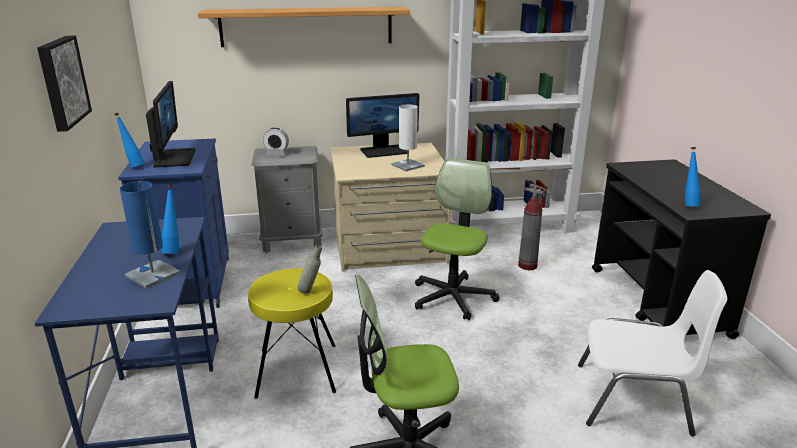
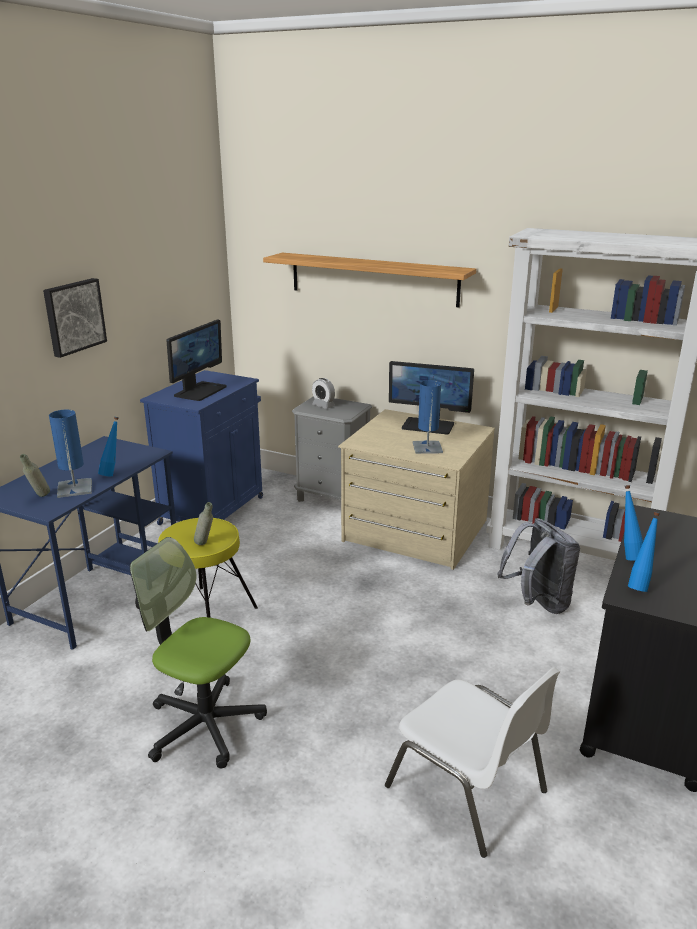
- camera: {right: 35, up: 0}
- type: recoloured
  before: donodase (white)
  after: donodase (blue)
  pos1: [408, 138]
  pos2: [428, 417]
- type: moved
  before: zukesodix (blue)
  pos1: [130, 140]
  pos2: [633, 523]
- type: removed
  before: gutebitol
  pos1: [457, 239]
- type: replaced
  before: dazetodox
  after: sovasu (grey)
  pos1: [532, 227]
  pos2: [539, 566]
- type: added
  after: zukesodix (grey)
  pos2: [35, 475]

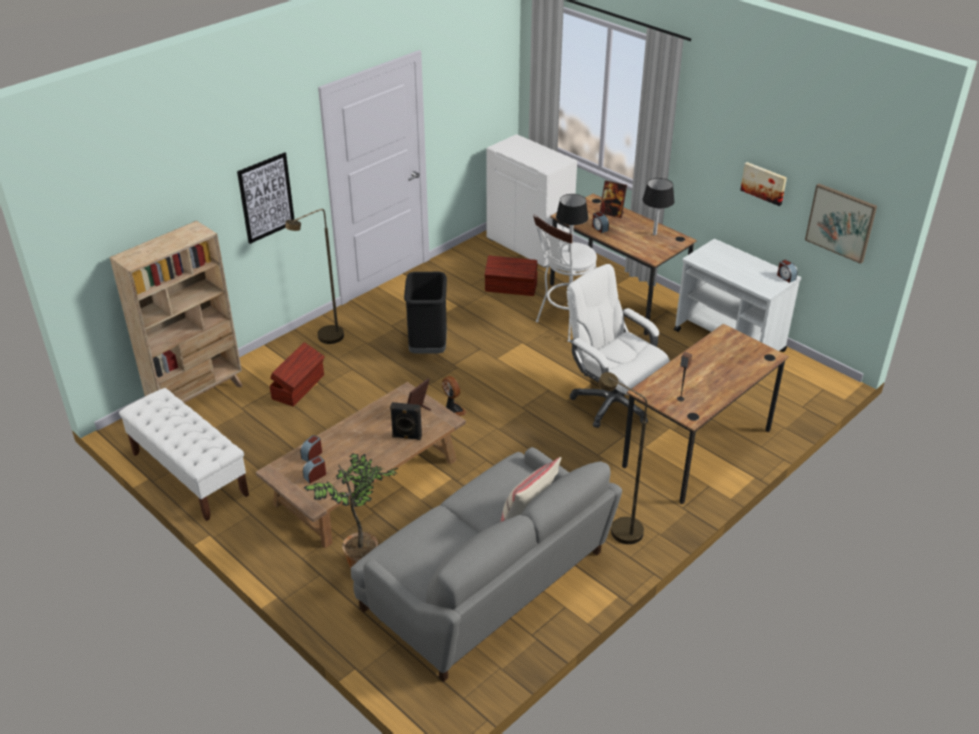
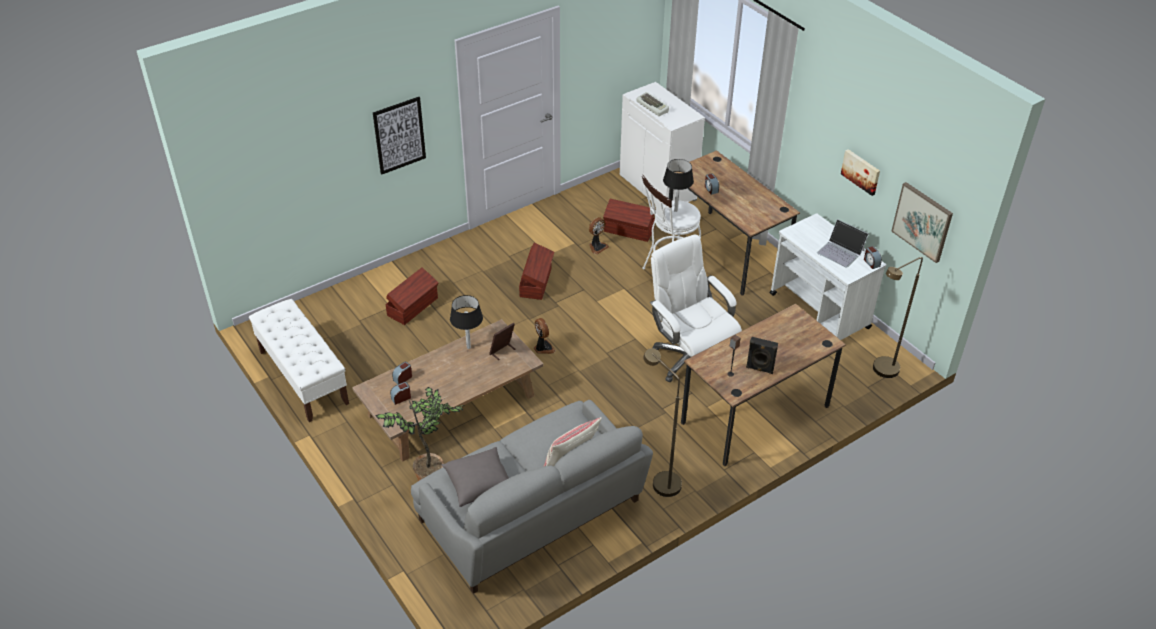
- camera: {right: 10, up: 5}
- type: moved
  before: donodase (black)
  pos1: [658, 206]
  pos2: [466, 322]
- type: removed
  before: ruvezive
  pos1: [613, 199]
- type: moved
  before: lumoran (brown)
  pos1: [314, 276]
  pos2: [898, 317]
- type: removed
  before: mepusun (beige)
  pos1: [176, 312]
- type: replaced
  before: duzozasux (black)
  after: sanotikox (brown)
  pos1: [425, 312]
  pos2: [536, 271]
- type: moved
  before: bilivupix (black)
  pos1: [406, 421]
  pos2: [762, 355]
- type: added
  after: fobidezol
  pos2: [652, 104]
- type: added
  after: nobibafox
  pos2: [599, 235]
- type: added
  after: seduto
  pos2: [843, 243]
- type: added
  after: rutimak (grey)
  pos2: [475, 477]

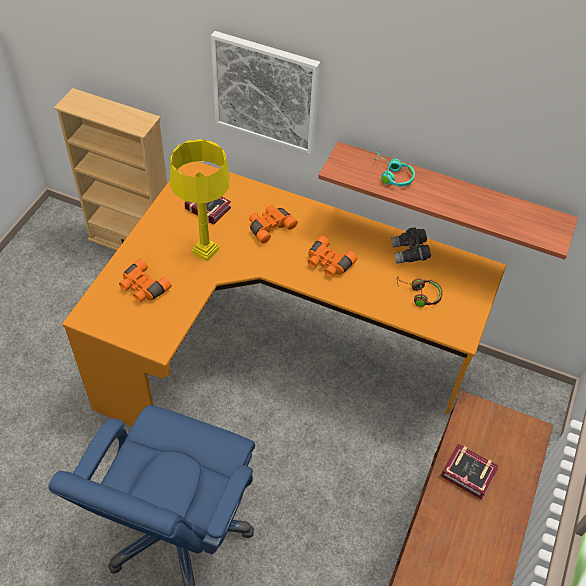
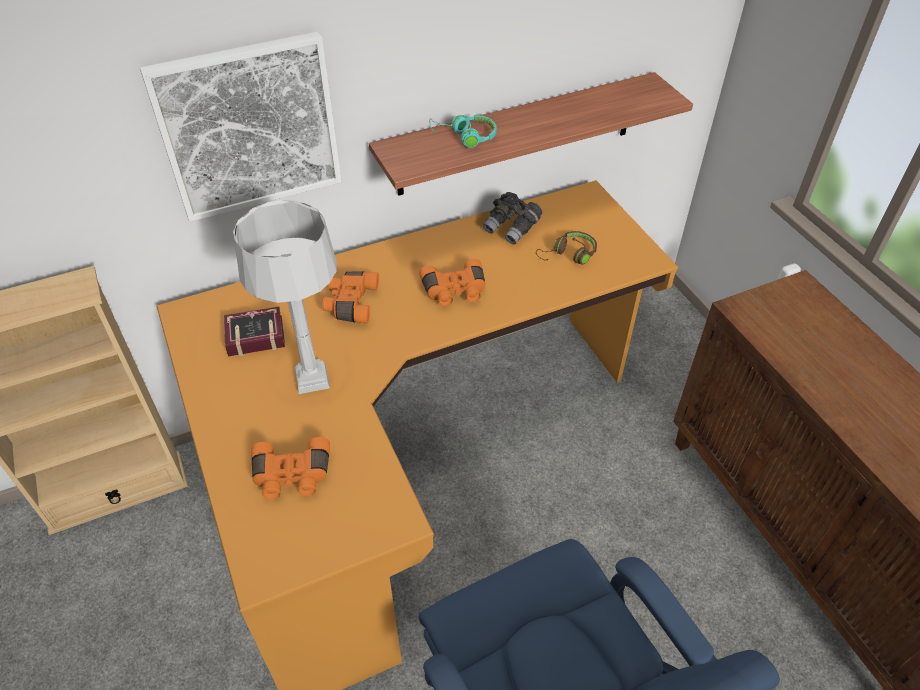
- camera: {right: -45, up: -5}
- type: recoloured
  before: donodase (yellow)
  after: donodase (grey)
  pos1: [200, 200]
  pos2: [285, 297]
- type: removed
  before: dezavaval
  pos1: [469, 471]

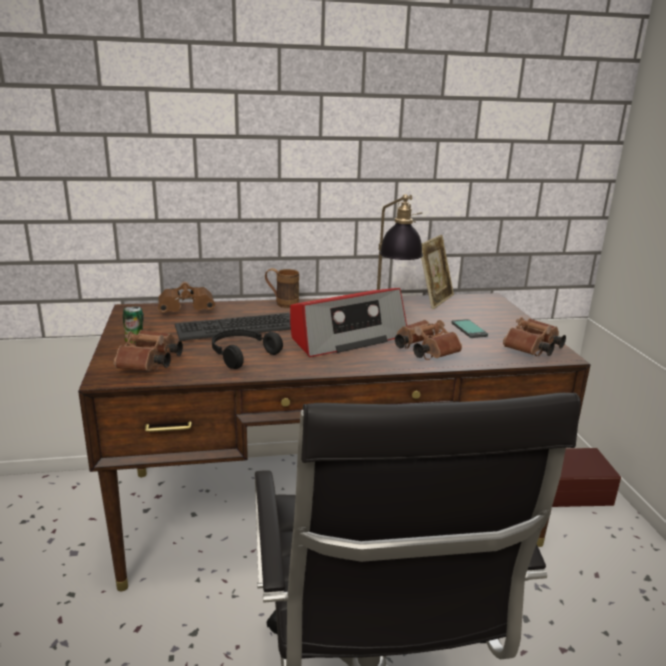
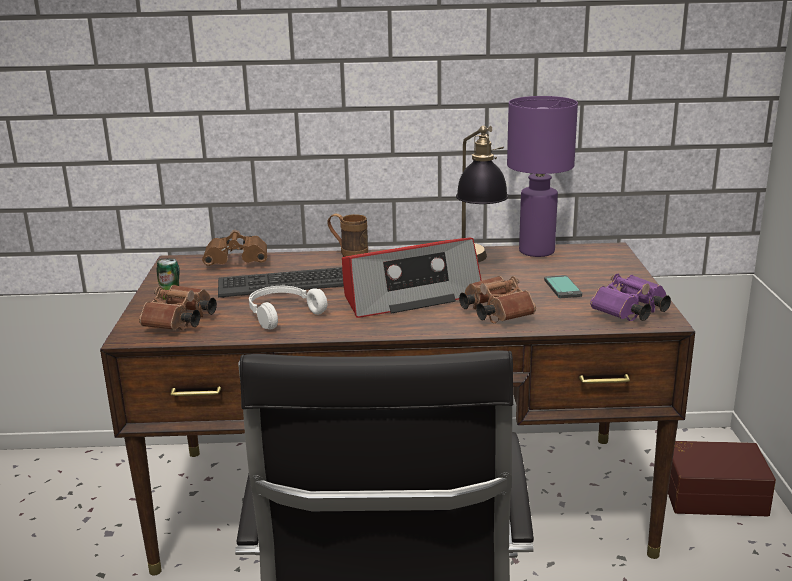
- camera: {right: 10, up: 0}
- type: replaced
  before: ruvezive
  after: donodase (purple)
  pos1: [437, 272]
  pos2: [542, 176]
- type: recoloured
  before: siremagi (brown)
  after: siremagi (purple)
  pos1: [534, 336]
  pos2: [630, 297]
- type: recoloured
  before: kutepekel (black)
  after: kutepekel (white)
  pos1: [247, 349]
  pos2: [288, 307]

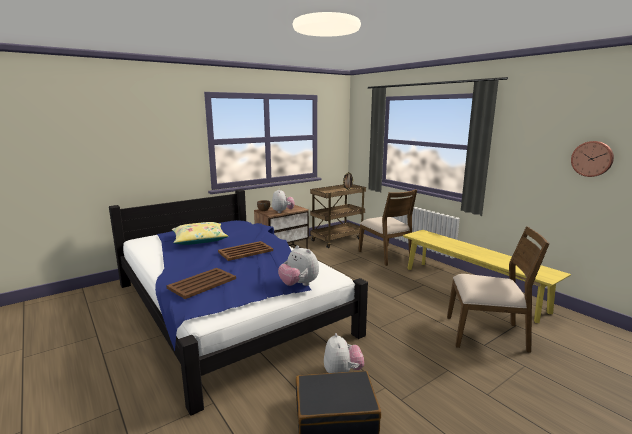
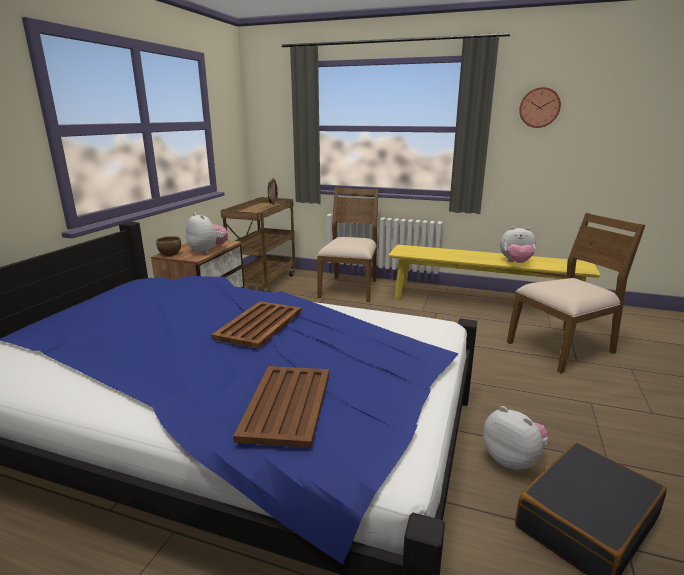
- camera: {right: -35, up: 5}
- type: moved
  before: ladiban
  pos1: [592, 159]
  pos2: [540, 107]
- type: turned
  before: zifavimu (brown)
  pos1: [387, 227]
  pos2: [347, 244]
  turn: -105
- type: removed
  before: rutimak (yellow)
  pos1: [200, 233]
- type: moved
  before: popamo
  pos1: [298, 265]
  pos2: [518, 245]

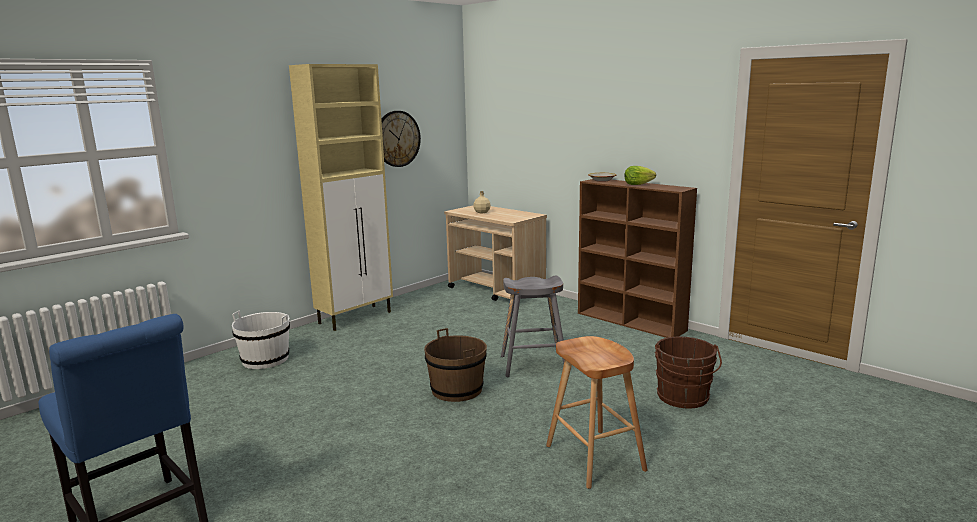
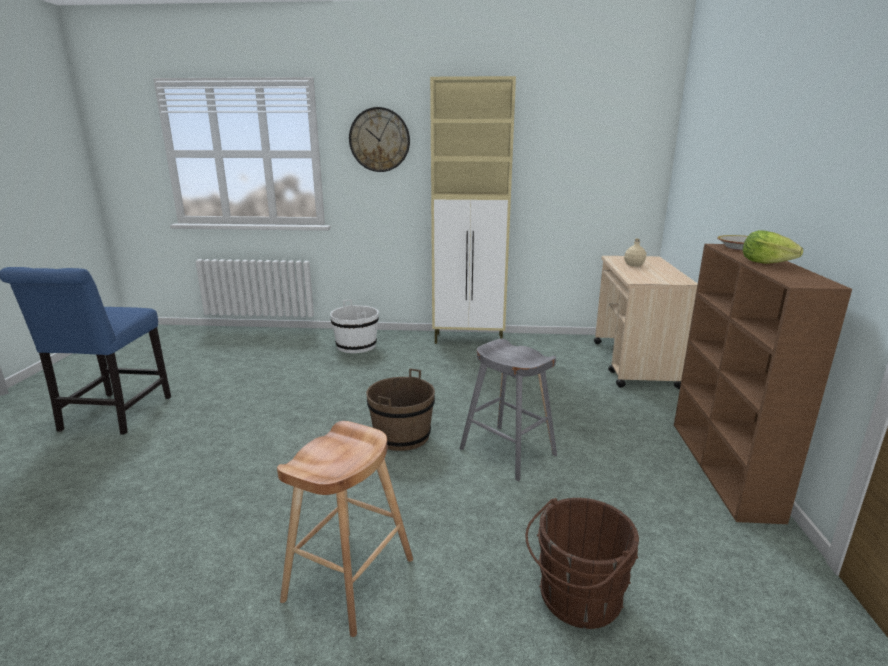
- camera: {right: 50, up: 5}
- type: moved
  before: ladiban
  pos1: [401, 139]
  pos2: [379, 139]

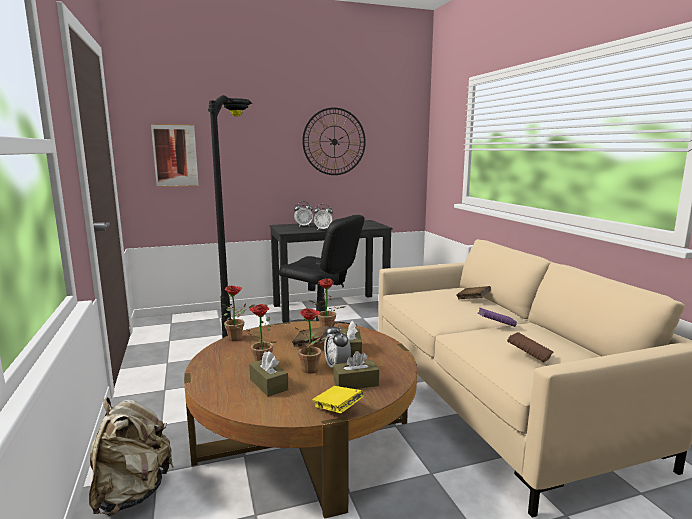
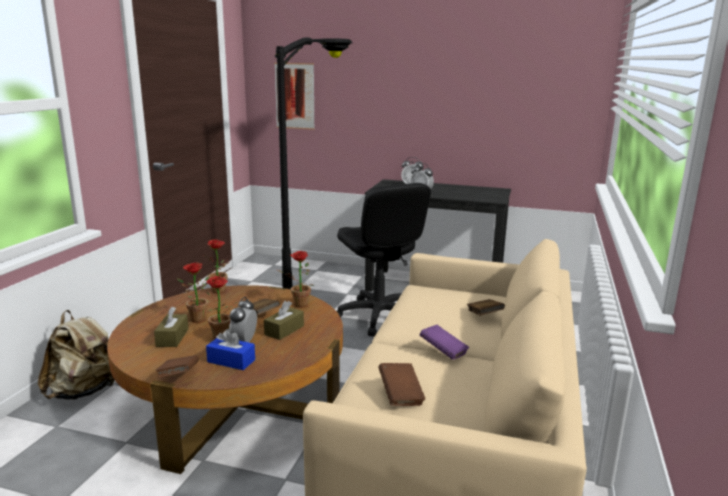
- camera: {right: 35, up: 5}
- type: removed
  before: ladiban
  pos1: [334, 141]
- type: recoloured
  before: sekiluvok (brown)
  after: sekiluvok (blue)
  pos1: [356, 370]
  pos2: [230, 349]
- type: recoloured
  before: dezavaval (yellow)
  after: dezavaval (brown)
  pos1: [338, 399]
  pos2: [177, 366]

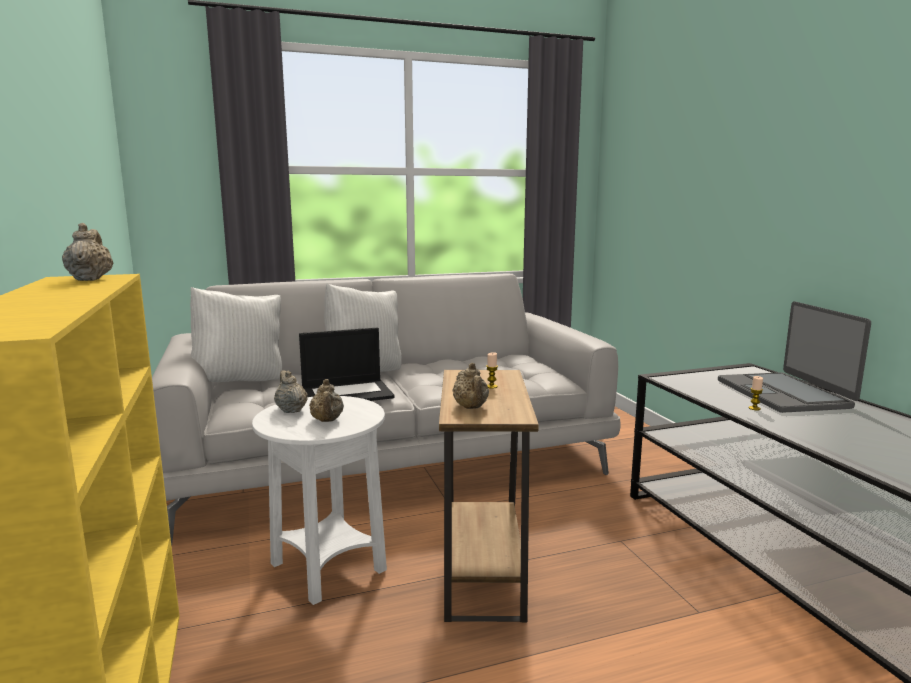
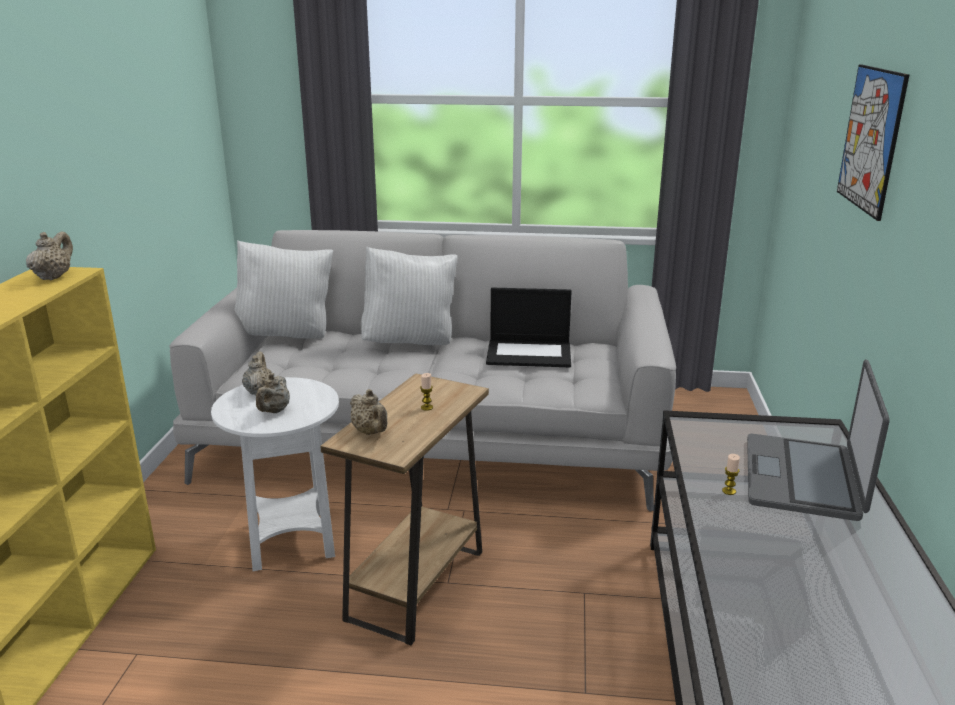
- camera: {right: 25, up: 10}
- type: moved
  before: seduto
  pos1: [347, 364]
  pos2: [529, 327]
- type: turned
  before: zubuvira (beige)
  pos1: [470, 386]
  pos2: [368, 412]
  turn: -45
- type: added
  after: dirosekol
  pos2: [873, 143]

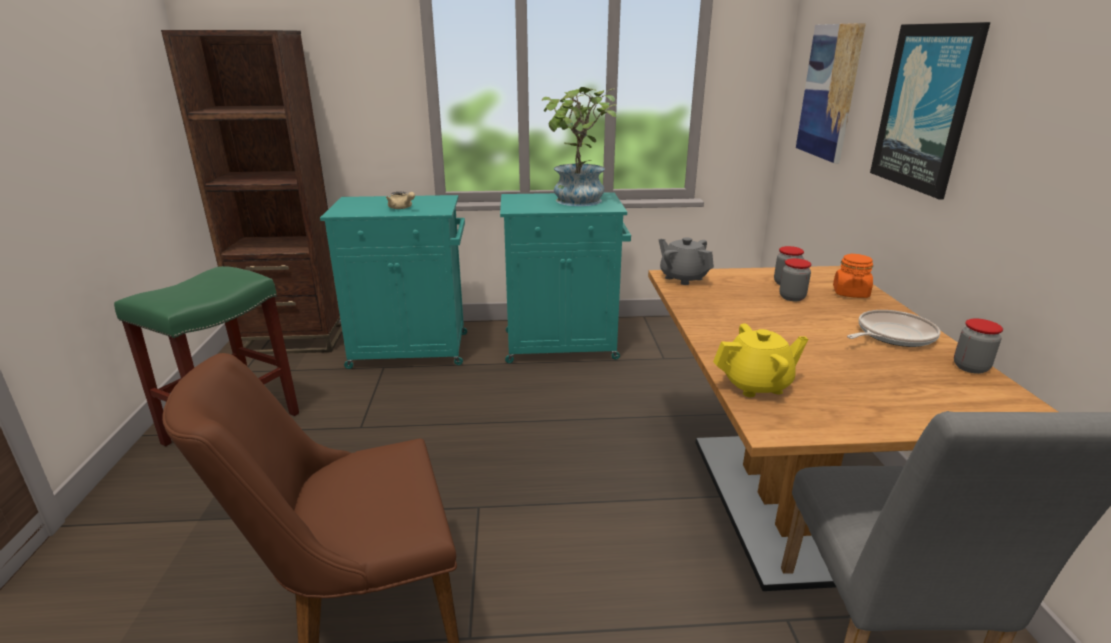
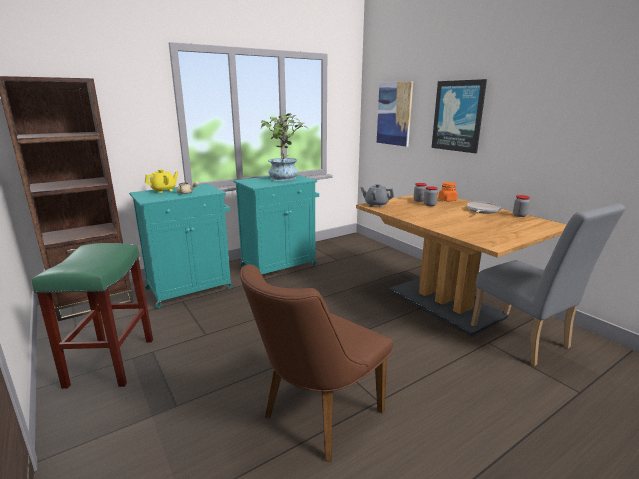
- camera: {right: -30, up: -5}
- type: moved
  before: zubuvira (yellow)
  pos1: [760, 360]
  pos2: [162, 181]

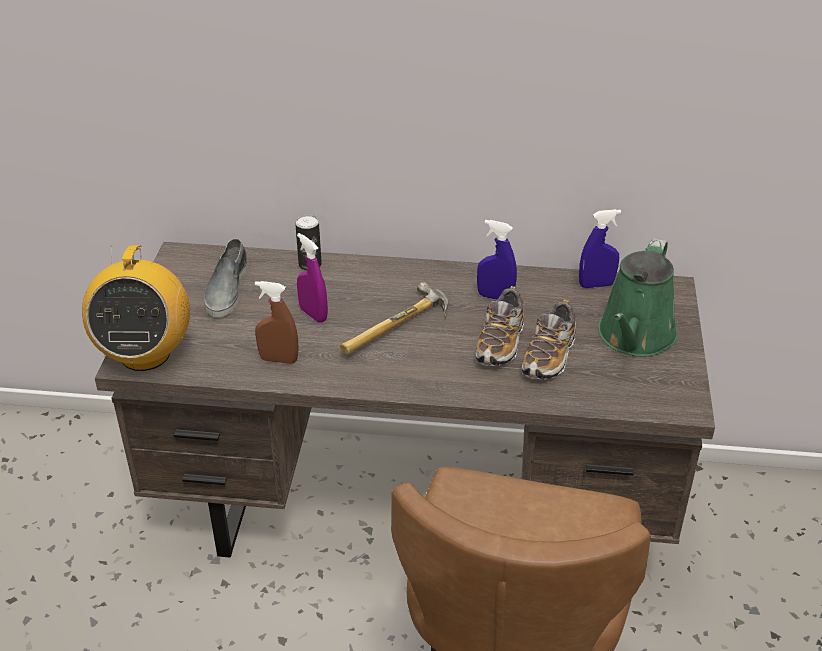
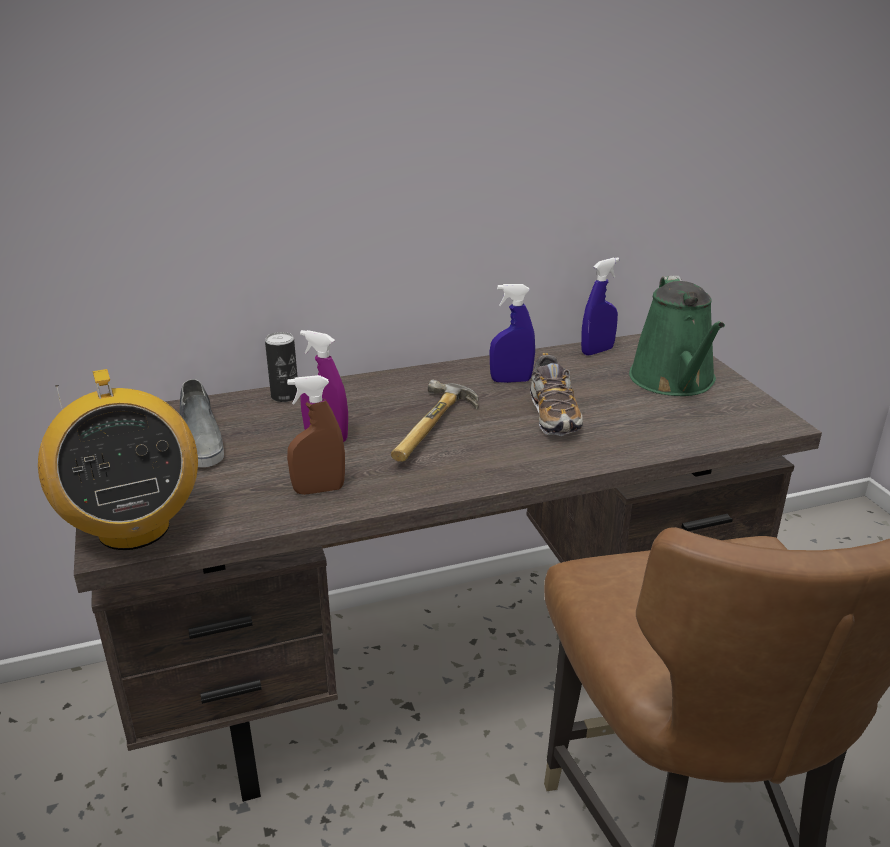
- camera: {right: -25, up: -10}
- type: removed
  before: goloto
  pos1: [549, 339]

